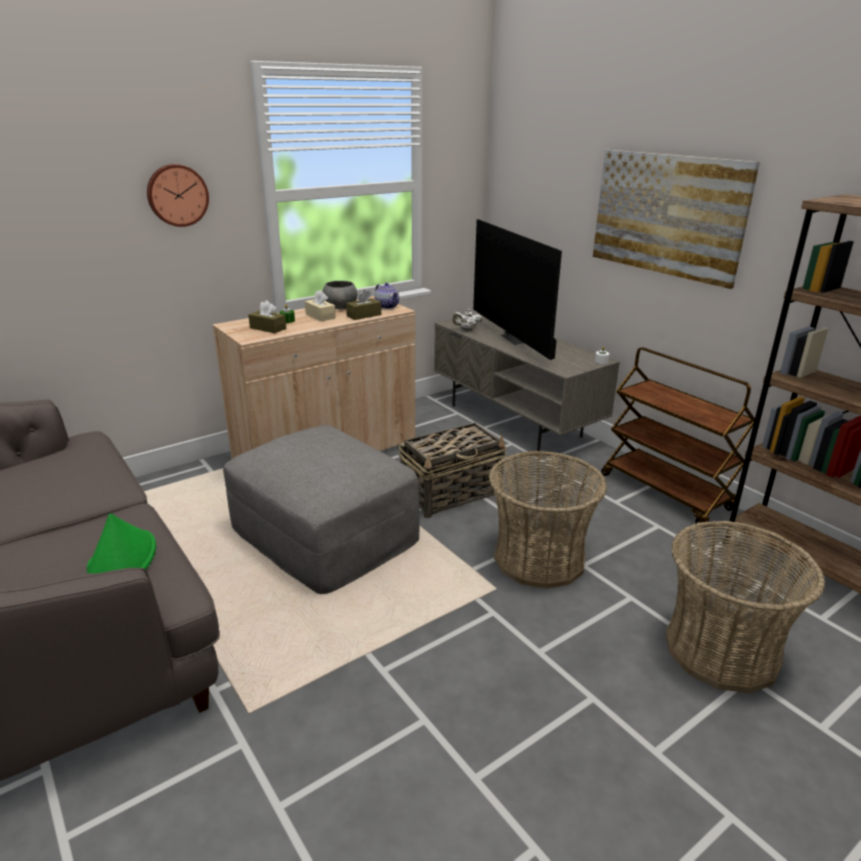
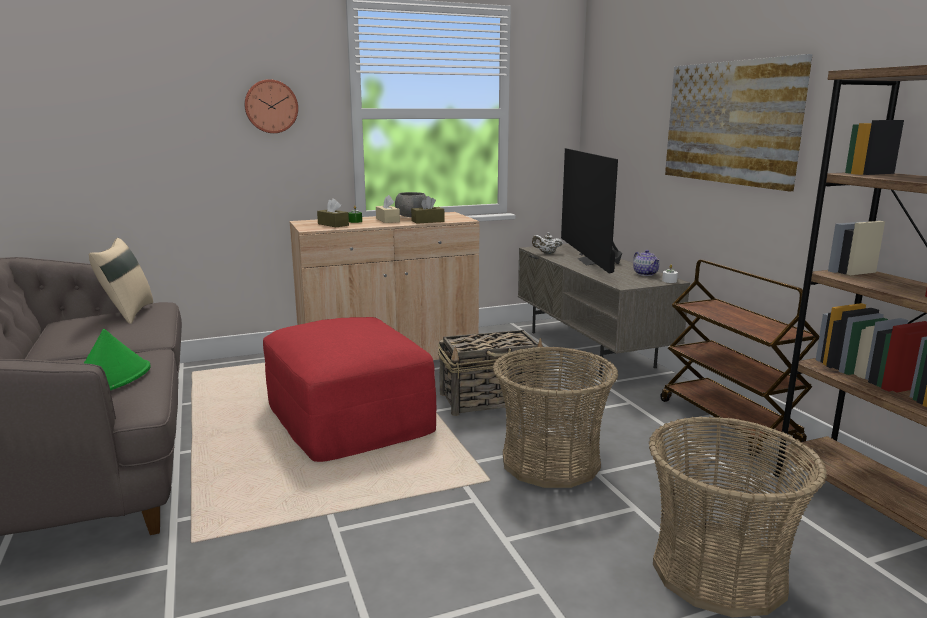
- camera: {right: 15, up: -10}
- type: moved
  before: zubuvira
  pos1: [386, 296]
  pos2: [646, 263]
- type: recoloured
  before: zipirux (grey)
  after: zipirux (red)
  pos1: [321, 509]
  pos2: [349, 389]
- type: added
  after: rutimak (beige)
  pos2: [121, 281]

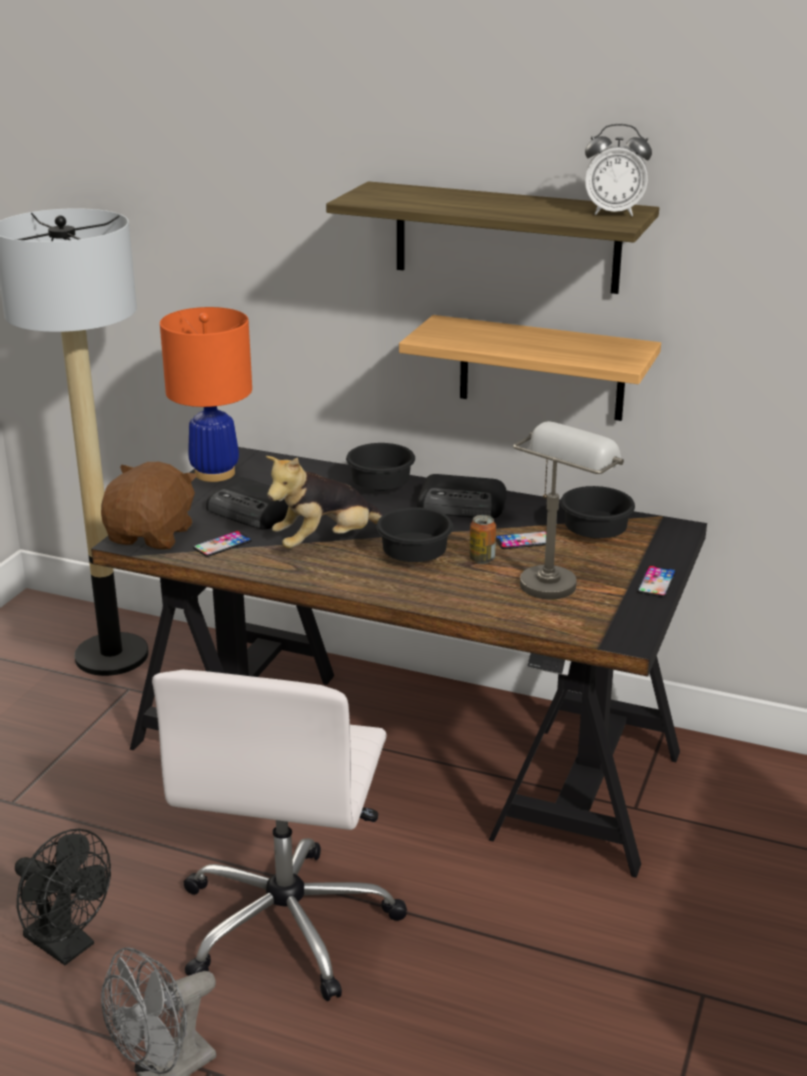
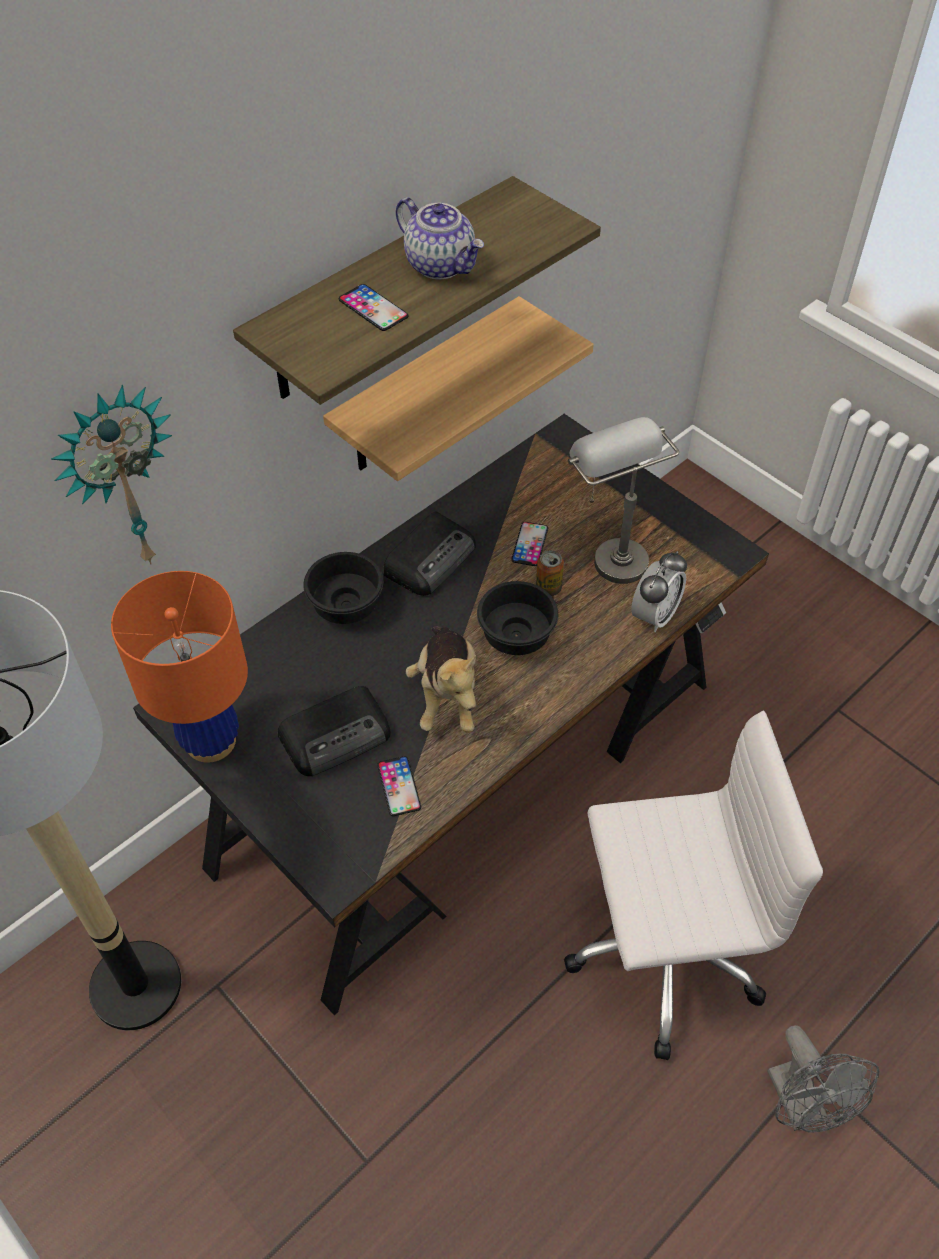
- camera: {right: -65, up: 25}
- type: moved
  before: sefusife
  pos1: [618, 170]
  pos2: [659, 591]
- type: removed
  before: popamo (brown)
  pos1: [149, 506]
- type: removed
  before: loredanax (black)
  pos1: [597, 512]
- type: moved
  before: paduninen
  pos1: [656, 581]
  pos2: [374, 307]
- type: turned
  before: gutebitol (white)
  pos1: [279, 835]
  pos2: [693, 885]
  turn: -45
- type: removed
  before: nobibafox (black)
  pos1: [63, 897]
- type: added
  after: zubuvira
  pos2: [440, 238]
- type: added
  after: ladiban
  pos2: [111, 475]

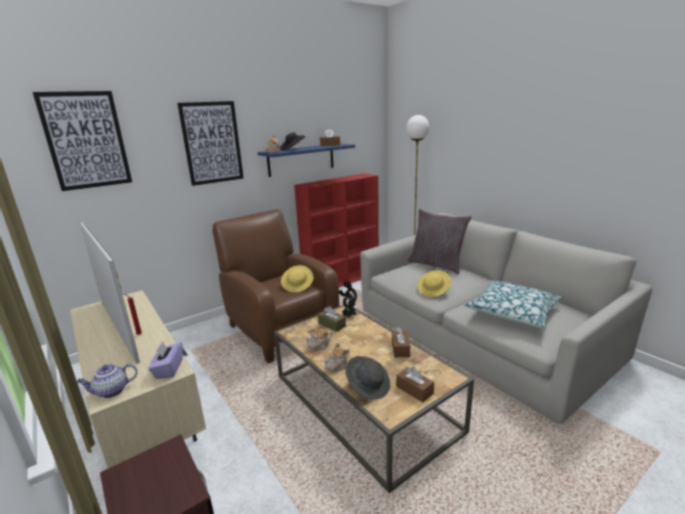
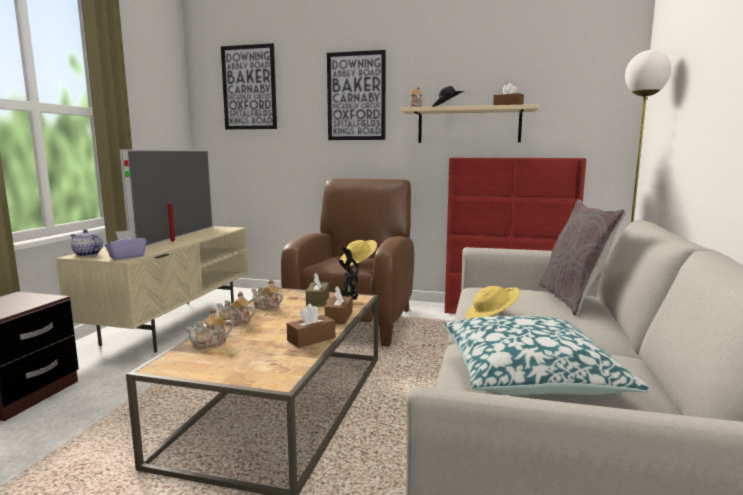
- camera: {right: 50, up: -10}
- type: recoloured
  before: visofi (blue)
  after: visofi (beige)
  pos1: [306, 160]
  pos2: [469, 123]
- type: replaced
  before: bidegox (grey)
  after: zubuvira
  pos1: [367, 378]
  pos2: [209, 328]
- type: moved
  before: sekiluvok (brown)
  pos1: [415, 385]
  pos2: [338, 305]

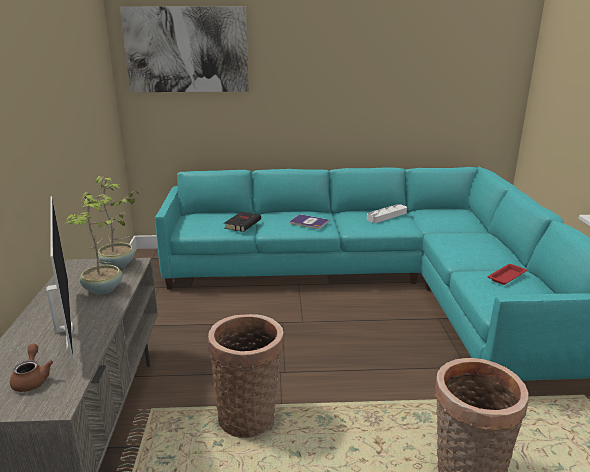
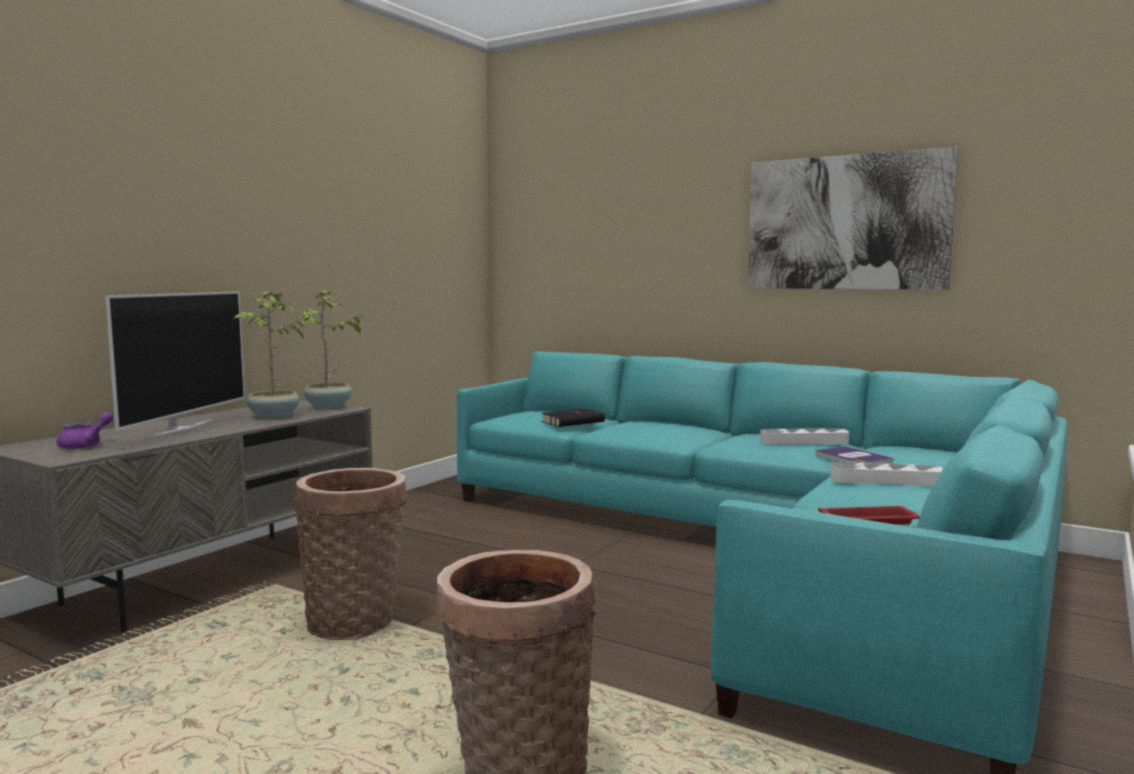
- camera: {right: 35, up: -15}
- type: moved
  before: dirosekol
  pos1: [184, 49]
  pos2: [853, 218]
- type: moved
  before: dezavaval
  pos1: [309, 221]
  pos2: [854, 455]
- type: recoloured
  before: zubuvira (brown)
  after: zubuvira (purple)
  pos1: [31, 368]
  pos2: [85, 430]
- type: added
  after: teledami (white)
  pos2: [886, 474]

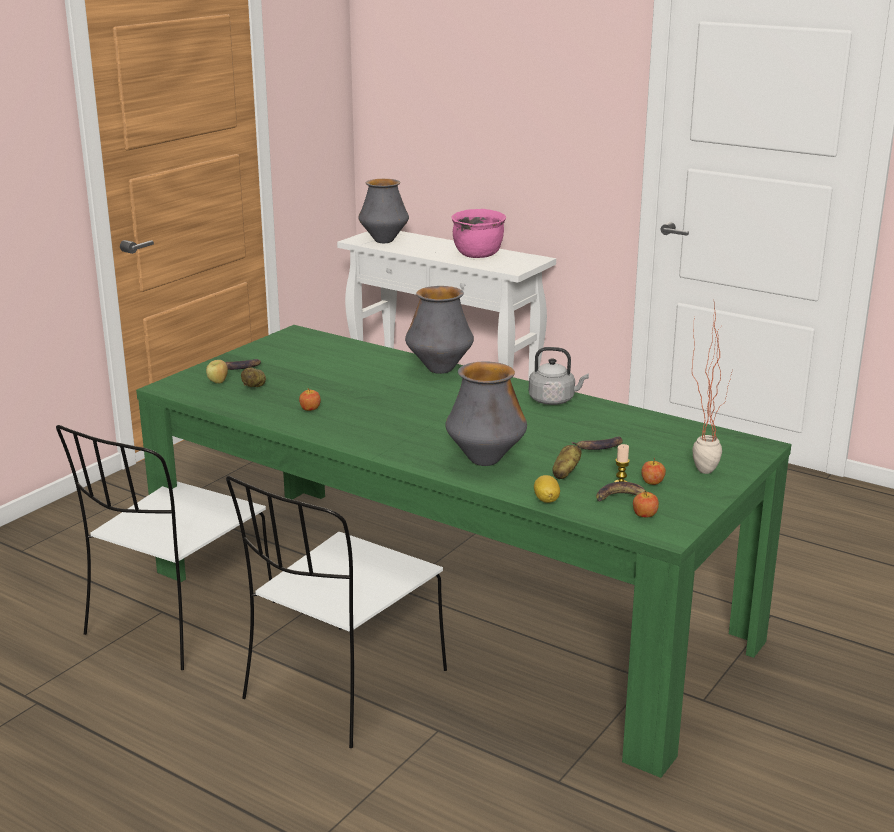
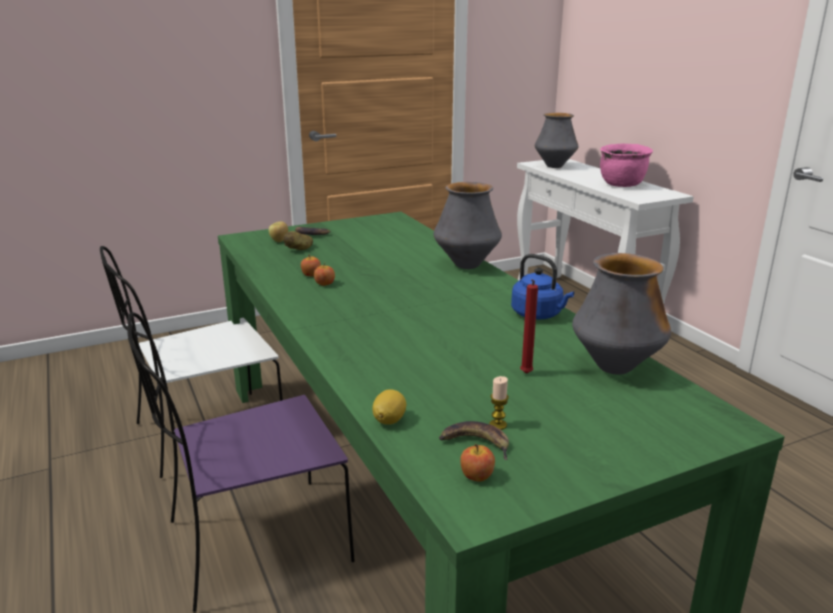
- camera: {right: 30, up: 0}
- type: removed
  before: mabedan
  pos1: [712, 386]
- type: recoloured
  before: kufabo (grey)
  after: kufabo (blue)
  pos1: [559, 376]
  pos2: [542, 286]
- type: moved
  before: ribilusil
  pos1: [486, 413]
  pos2: [621, 314]
- type: replaced
  before: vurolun
  after: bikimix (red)
  pos1: [597, 443]
  pos2: [529, 326]
- type: removed
  before: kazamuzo
  pos1: [567, 462]
- type: moved
  before: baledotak
  pos1: [653, 471]
  pos2: [324, 274]
- type: recoloured
  before: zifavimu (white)
  after: zifavimu (purple)
  pos1: [336, 612]
  pos2: [241, 462]

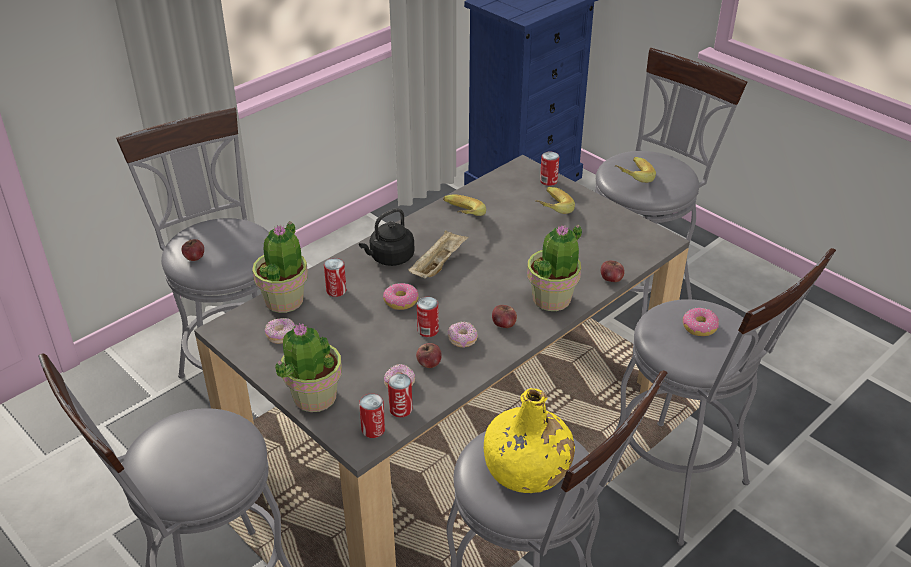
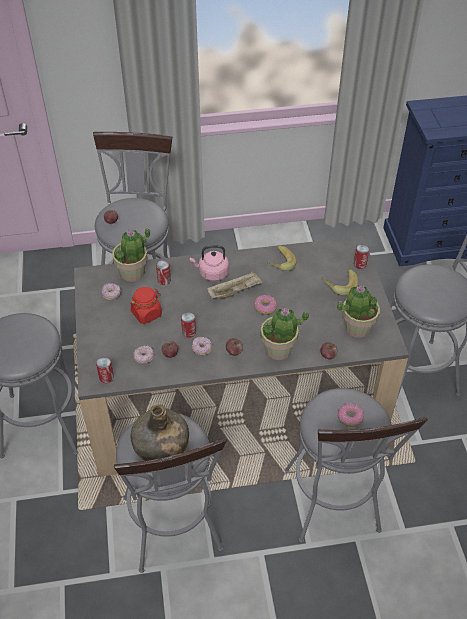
- camera: {right: 35, up: 10}
- type: removed
  before: vurolun
  pos1: [635, 170]
- type: recoloured
  before: kufabo (black)
  after: kufabo (pink)
  pos1: [387, 237]
  pos2: [209, 263]
- type: moved
  before: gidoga
  pos1: [401, 296]
  pos2: [265, 305]
- type: moved
  before: mabedan
  pos1: [308, 367]
  pos2: [358, 311]
- type: removed
  before: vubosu
  pos1: [400, 395]
- type: recoloured
  before: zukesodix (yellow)
  after: zukesodix (green)
  pos1: [529, 440]
  pos2: [159, 432]
- type: added
  after: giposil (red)
  pos2: [146, 305]

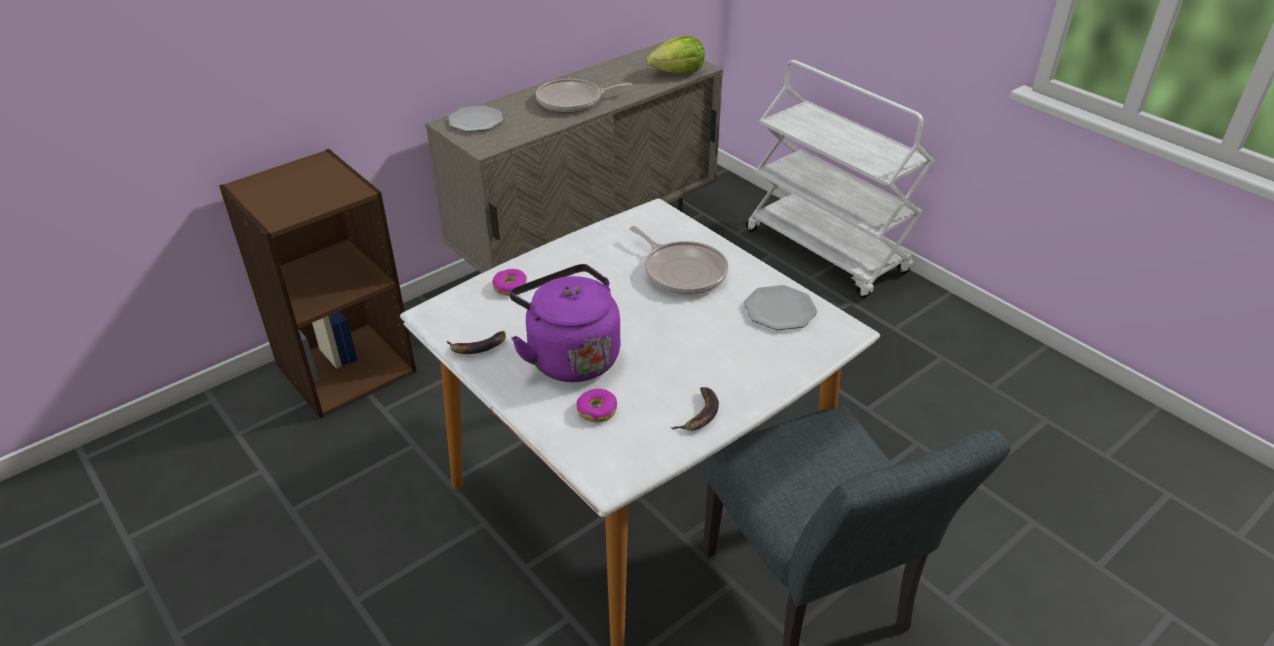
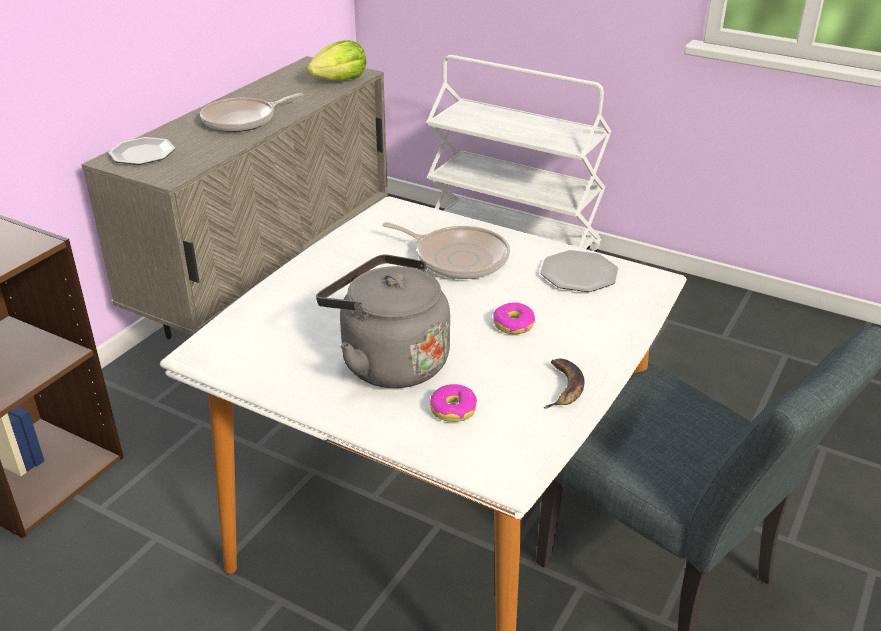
- camera: {right: -20, up: -5}
- type: recoloured
  before: kufabo (purple)
  after: kufabo (grey)
  pos1: [565, 323]
  pos2: [383, 321]
- type: moved
  before: gidoga
  pos1: [509, 282]
  pos2: [514, 318]
- type: removed
  before: vurolun
  pos1: [476, 342]

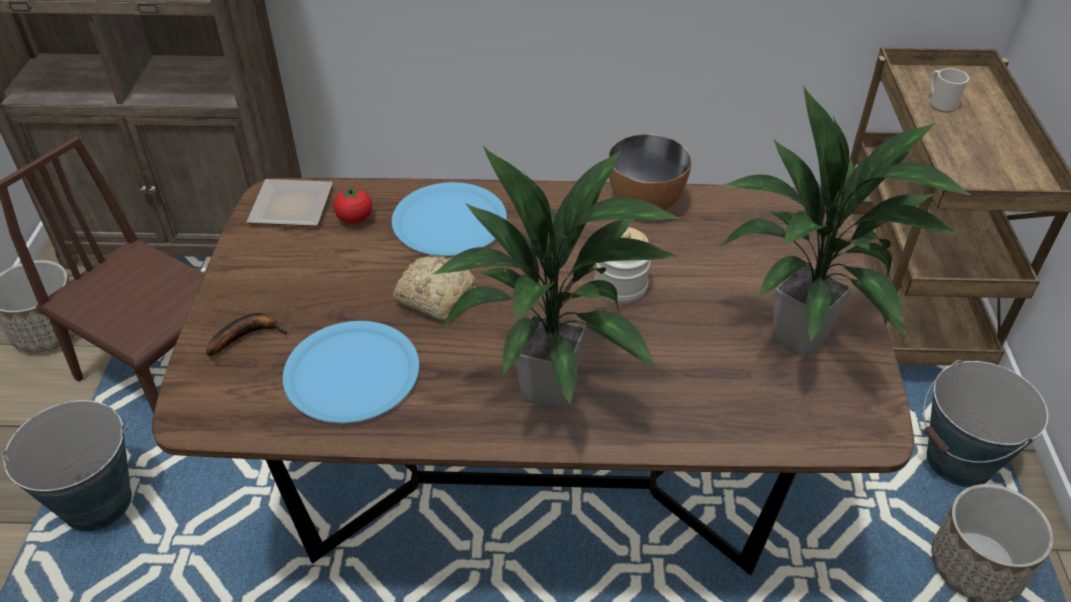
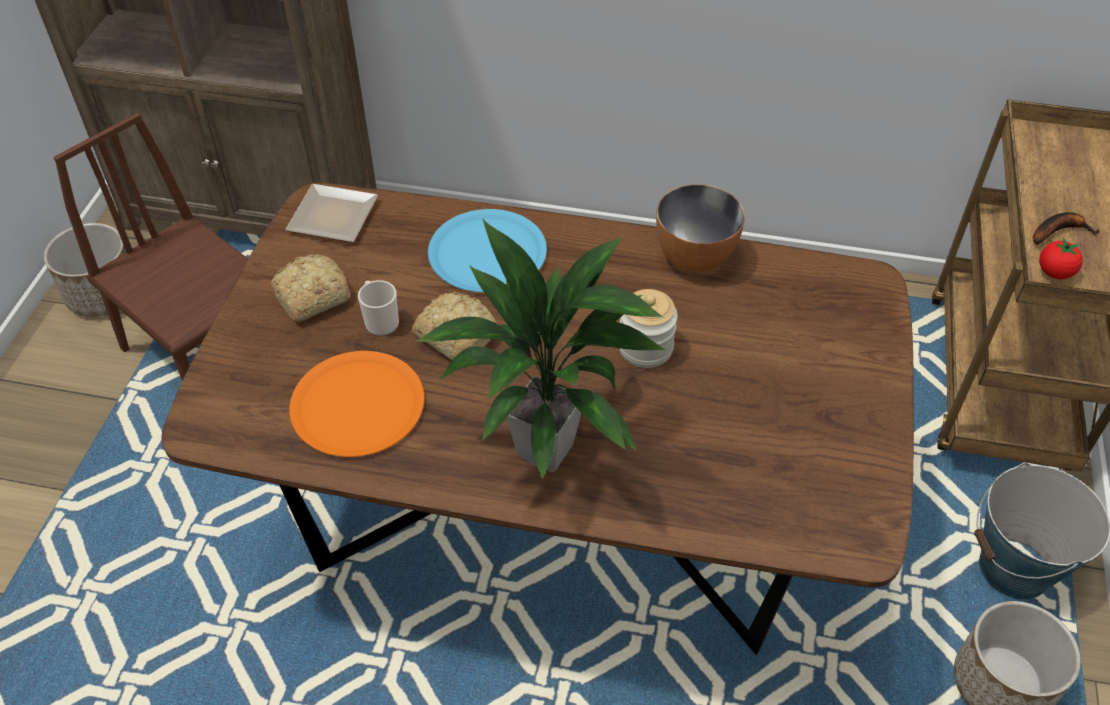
- camera: {right: 10, up: 5}
- type: moved
  before: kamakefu
  pos1: [949, 90]
  pos2: [378, 308]
- type: removed
  before: mabedan
  pos1: [844, 222]
- type: moved
  before: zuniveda
  pos1: [353, 204]
  pos2: [1061, 258]
- type: moved
  before: vurolun
  pos1: [246, 335]
  pos2: [1066, 228]
- type: recoloured
  before: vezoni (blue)
  after: vezoni (orange)
  pos1: [350, 372]
  pos2: [357, 404]
- type: removed
  before: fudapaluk
  pos1: [67, 465]
- type: added
  after: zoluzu
  pos2: [310, 288]

